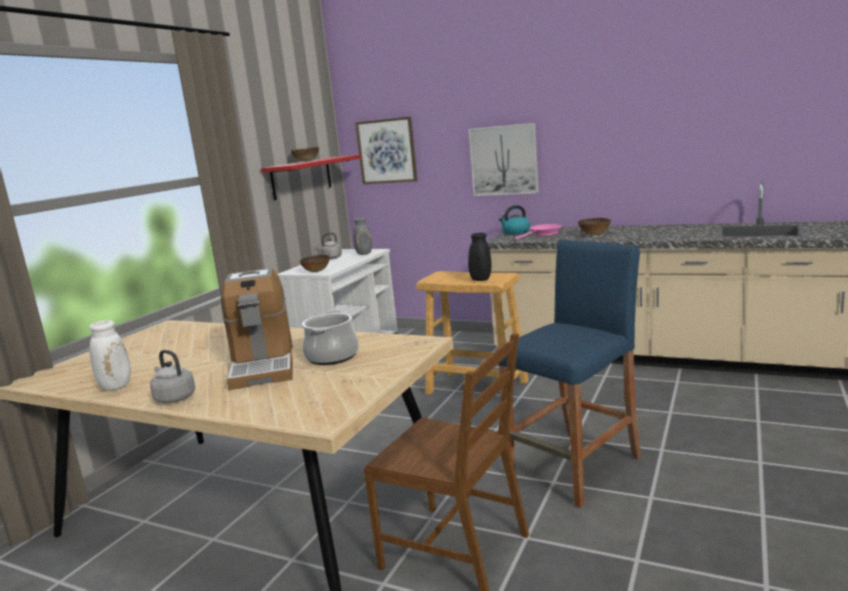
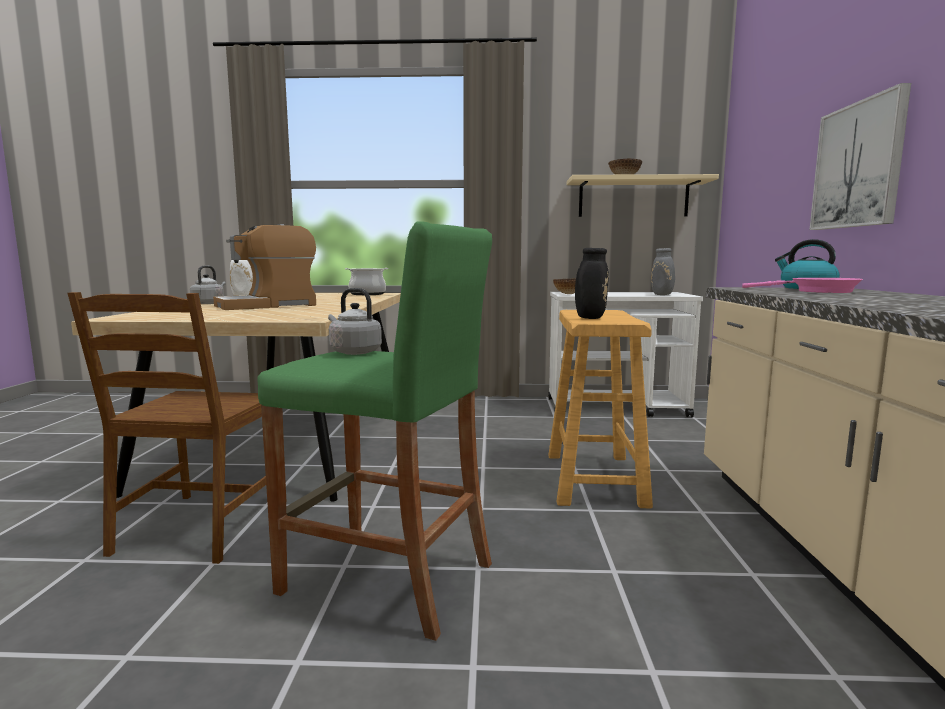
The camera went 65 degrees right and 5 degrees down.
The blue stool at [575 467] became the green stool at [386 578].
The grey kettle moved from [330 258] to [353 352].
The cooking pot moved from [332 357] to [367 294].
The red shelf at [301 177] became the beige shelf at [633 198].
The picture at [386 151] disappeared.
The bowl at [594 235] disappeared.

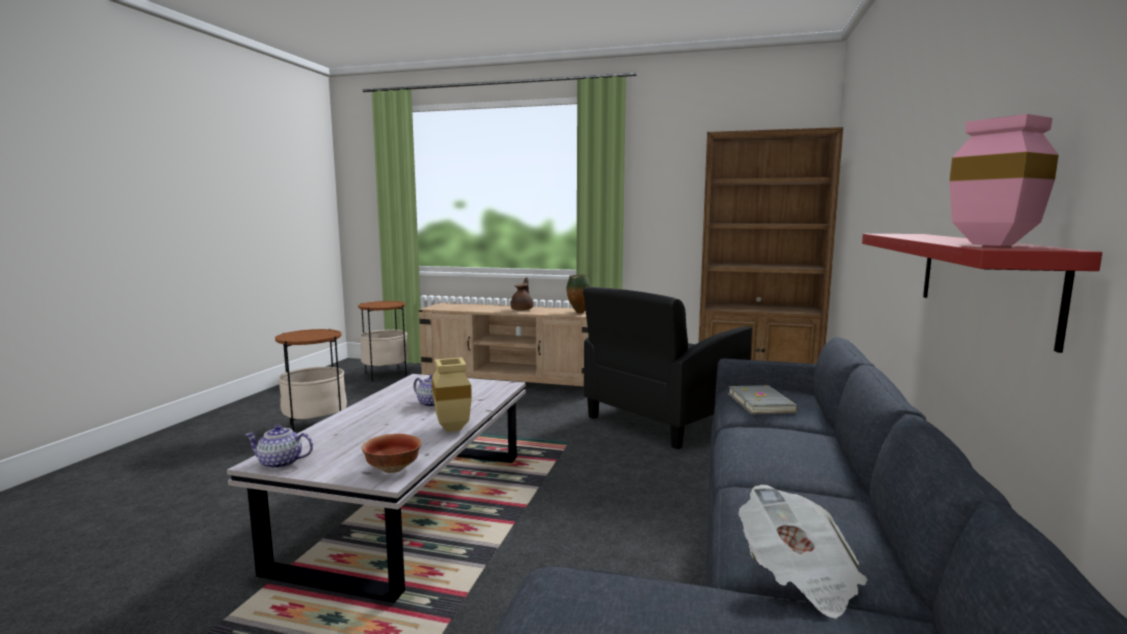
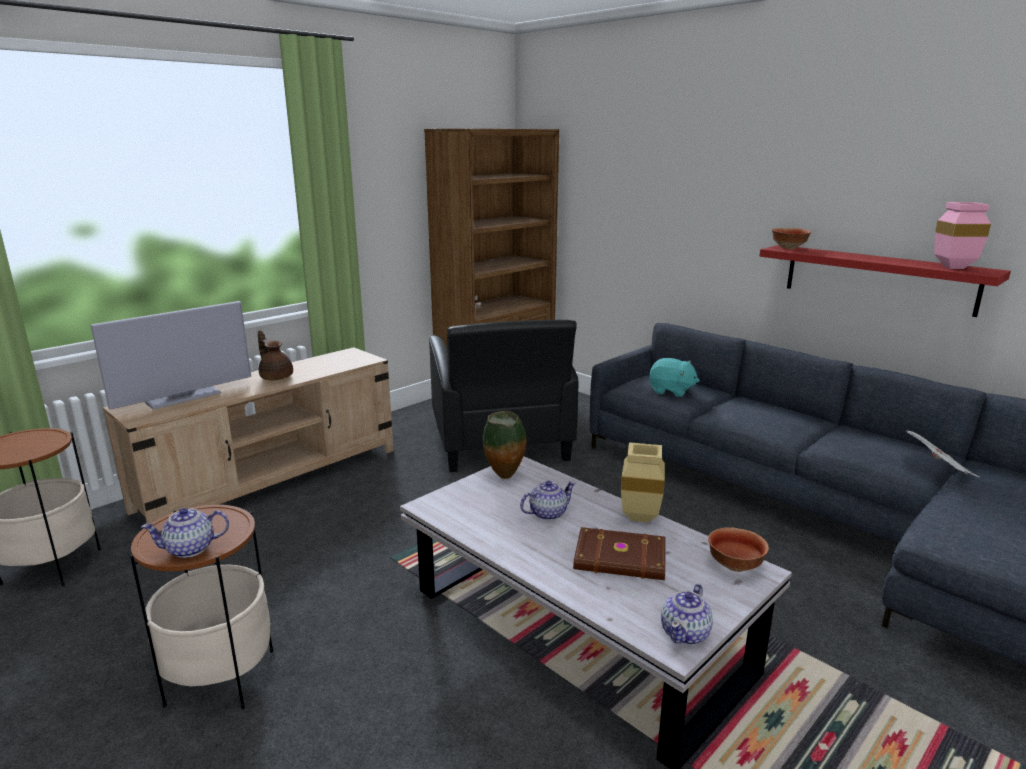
The camera went 60 degrees left and 10 degrees up.
The television at [184 397] appeared.
The teapot at [191 549] appeared.
The vase moved from [578 313] to [505 478].
The brown book at [620 559] appeared.
The grey book at [762 403] was replaced by the turquoise plush toy at [671 391].
The bowl at [789 248] appeared.

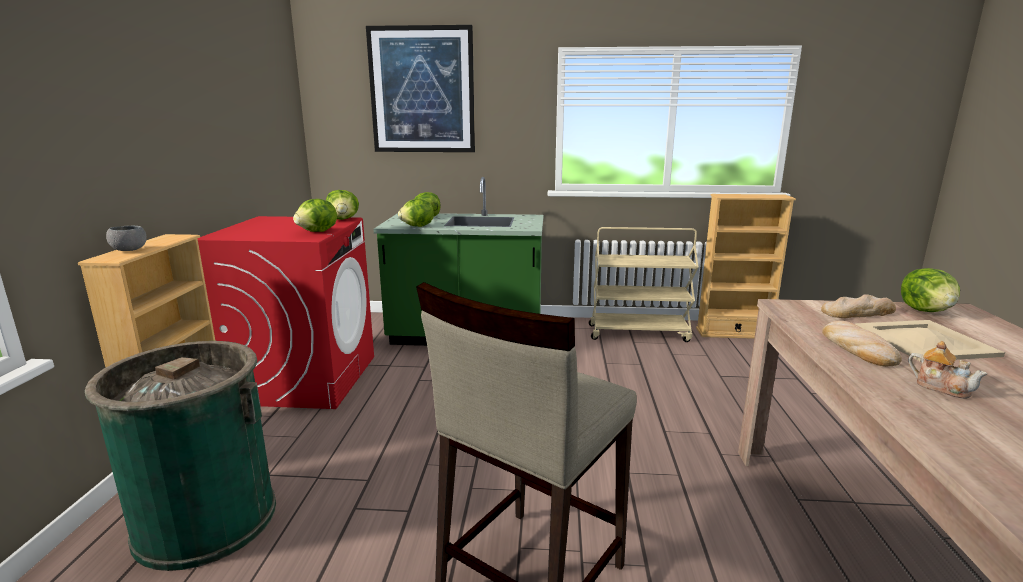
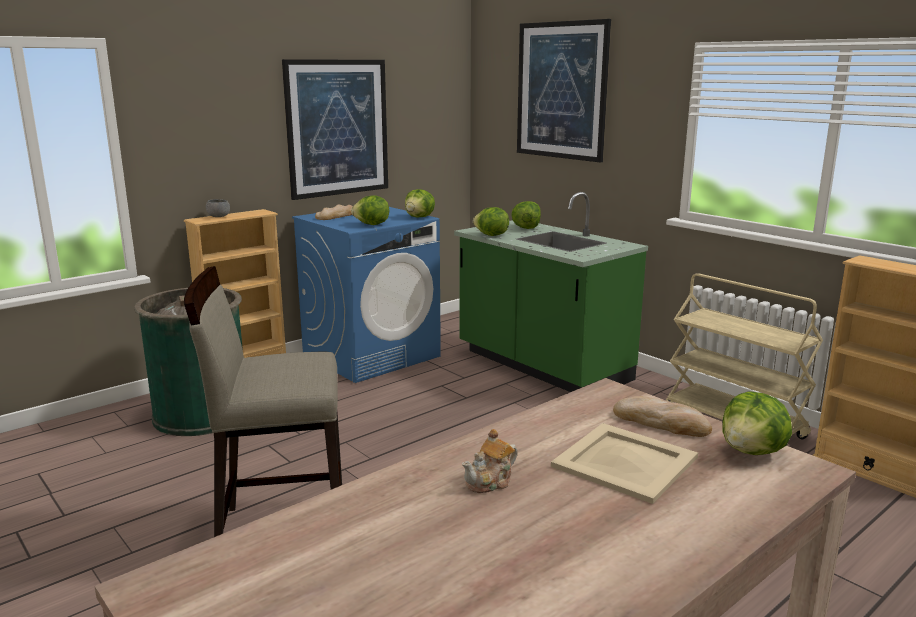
The camera went 45 degrees right and 0 degrees up.
The picture at [337 128] appeared.
The red washing machine at [306 378] became the blue washing machine at [372 355].
The bread moved from [856 348] to [336 216].
The teapot at [941 387] turned 45 degrees clockwise.

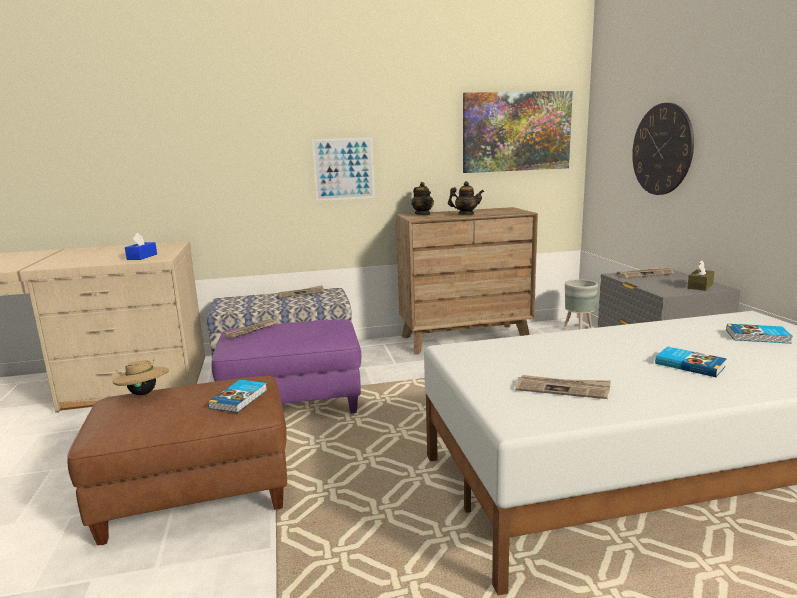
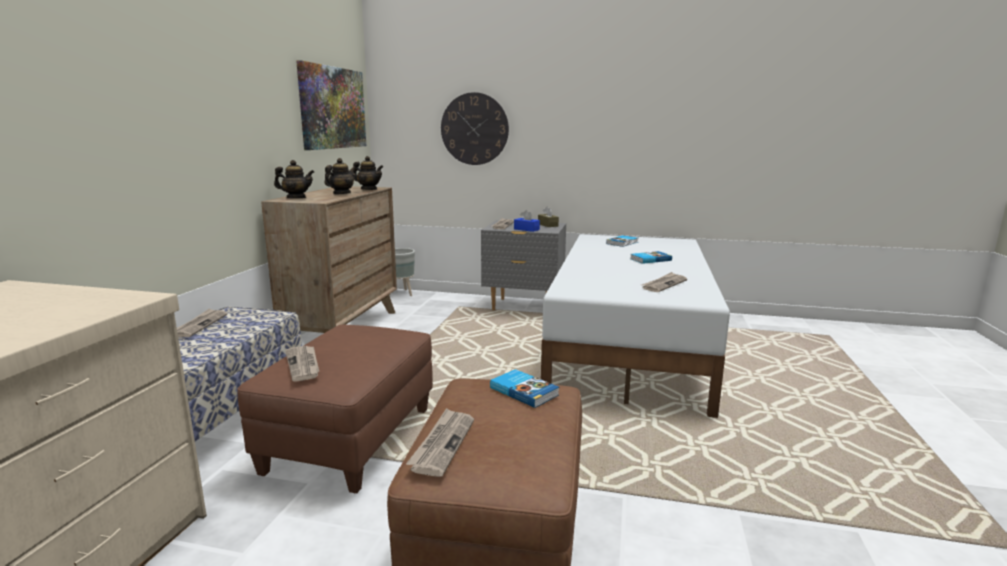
The camera went 65 degrees left and 0 degrees up.
The purple ottoman at [294 402] became the brown ottoman at [350 439].
The teapot at [369 189] appeared.
The beige hat at [144 393] was replaced by the newspaper at [442 444].
The blue tissue box moved from [142 257] to [526 229].
The picture at [344 169] disappeared.

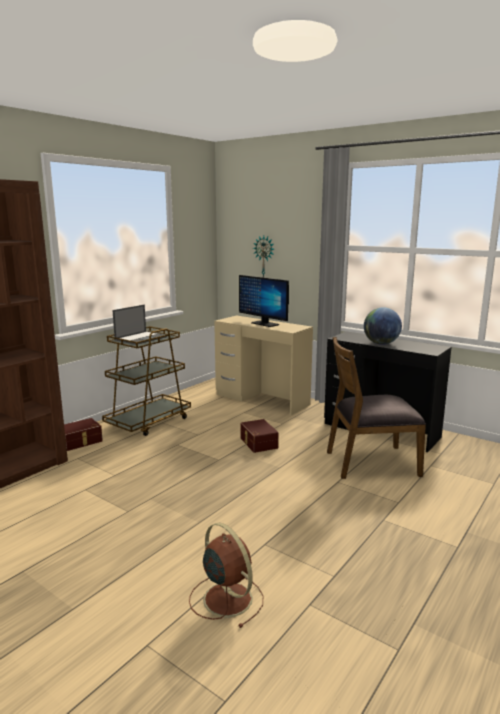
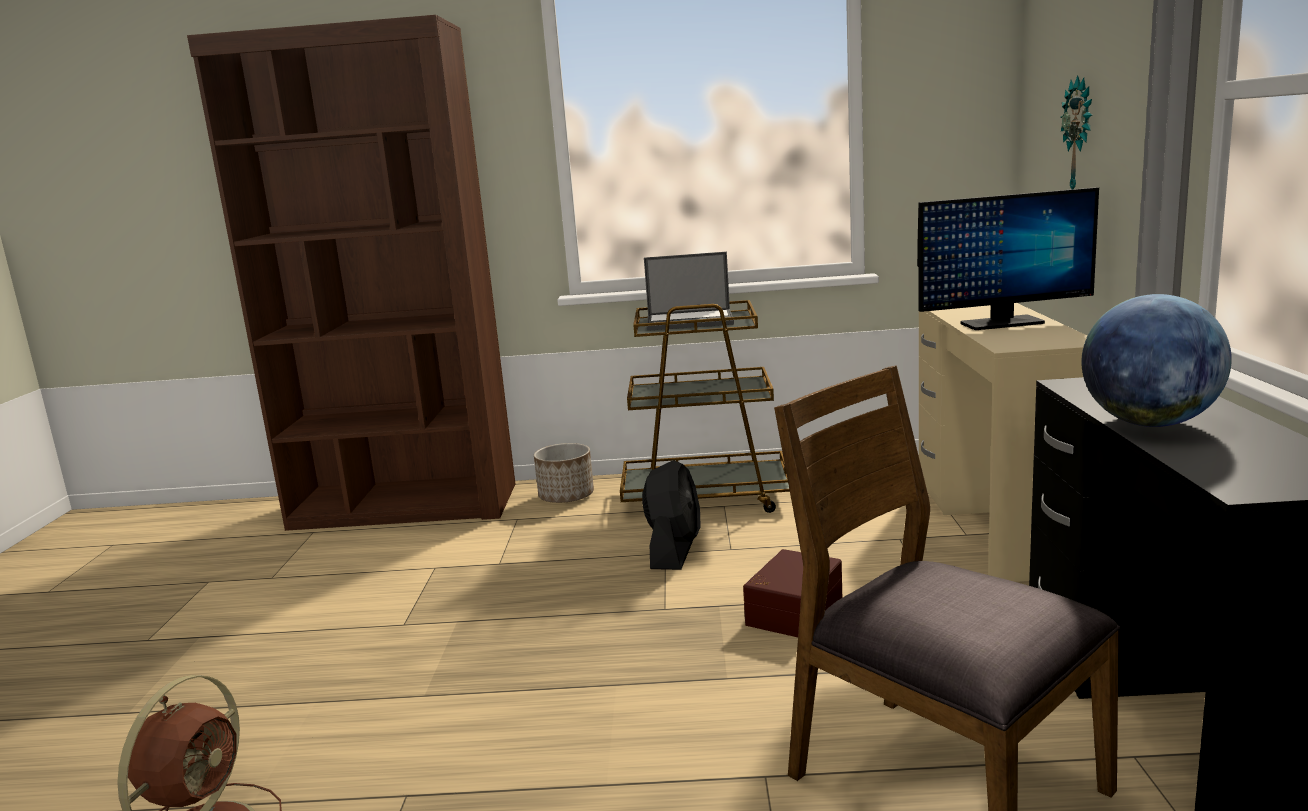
The camera went 55 degrees right and 0 degrees up.
The brown storage box at [80 442] was replaced by the planter at [567 496].
The black fan at [674 550] appeared.
The monitor at [264 324] turned 105 degrees counterclockwise.

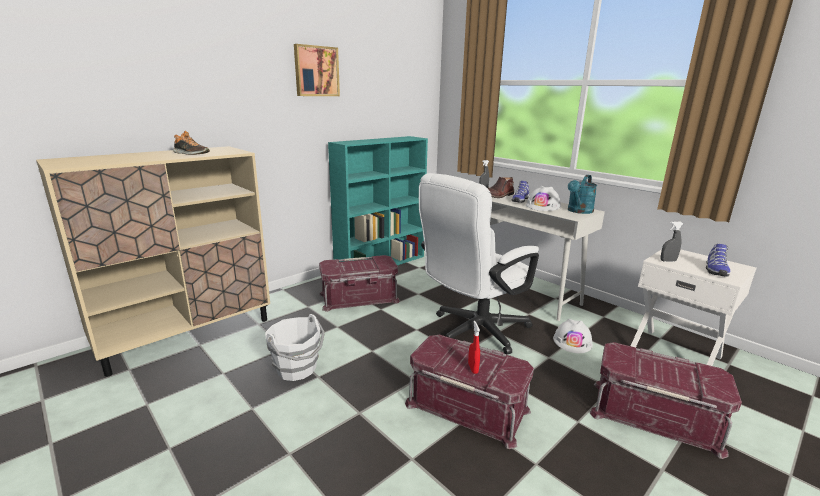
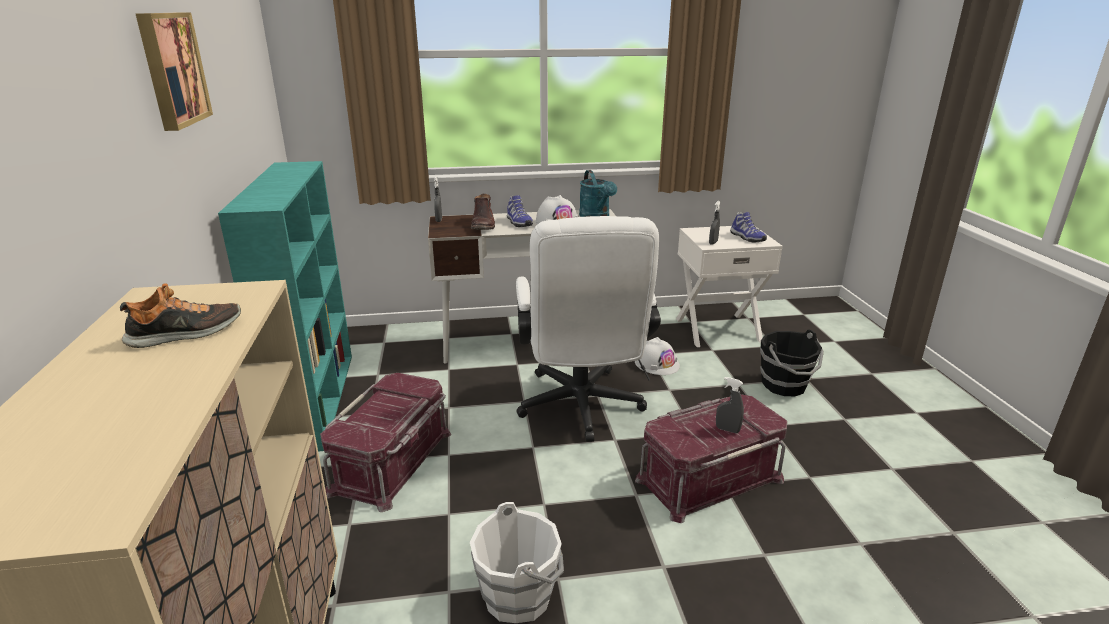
The camera went 55 degrees left and 5 degrees up.
The red spray bottle at [473 368] became the grey spray bottle at [727 430].
The red storage box at [654 415] was replaced by the black bucket at [785 385].

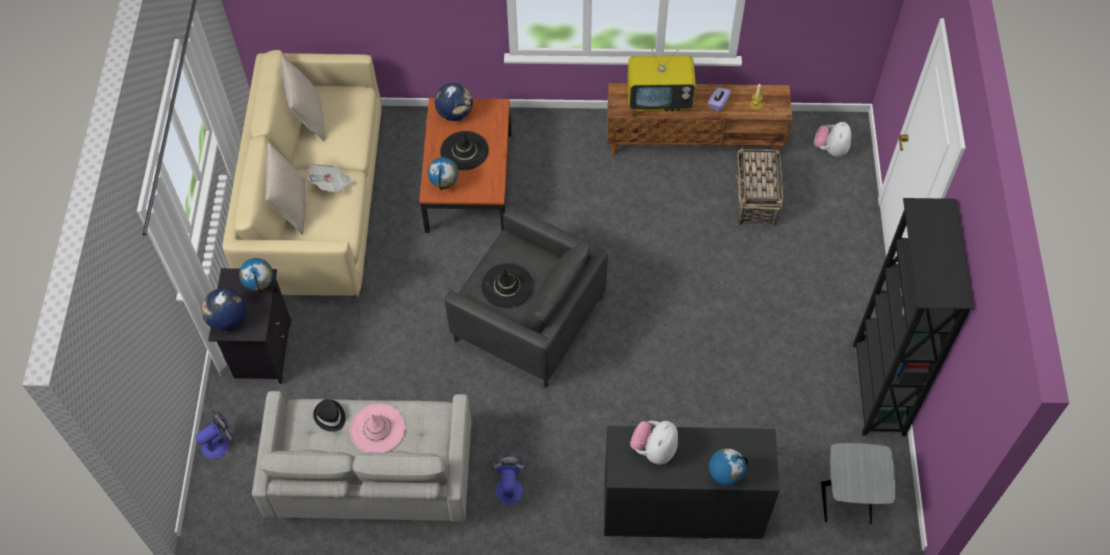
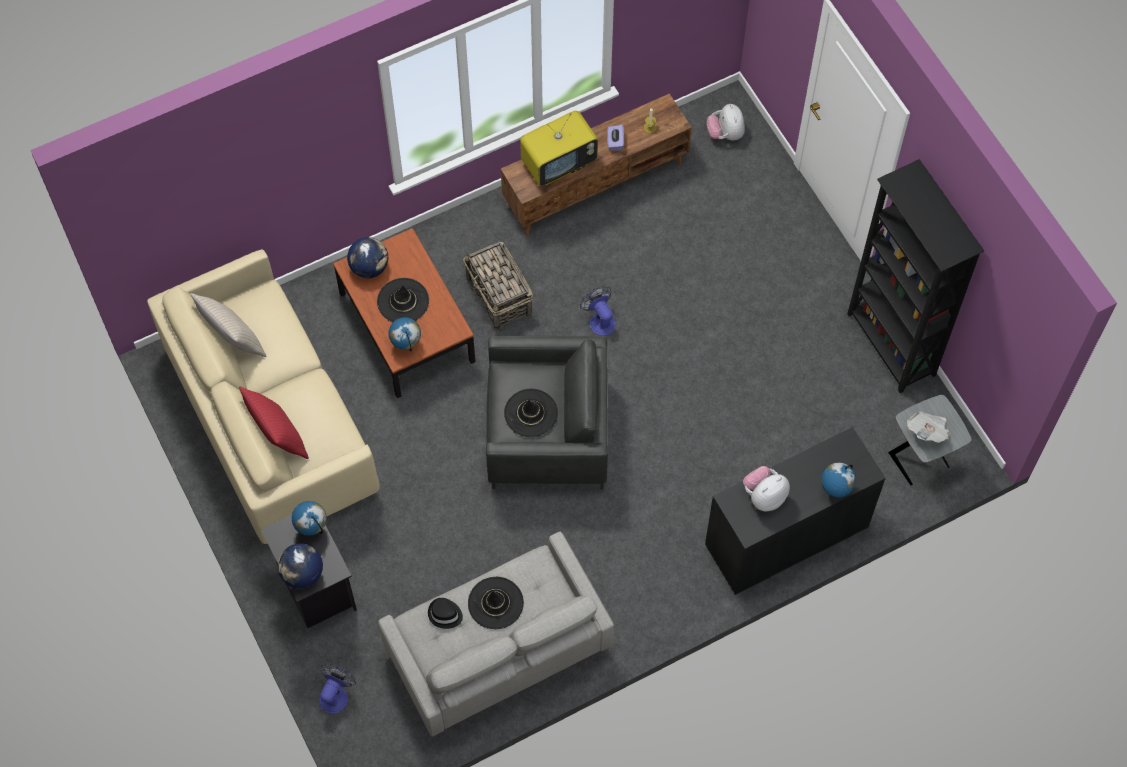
The camera went 30 degrees left and 5 degrees up.
The beige pillow at [291 207] became the red pillow at [278 437].
The basket moved from [755 199] to [499 297].
The pink hat at [377 429] became the black hat at [495 603].
The fan moved from [509 486] to [600 320].
The plush toy at [654 449] turned 60 degrees clockwise.
The newspaper moved from [332 184] to [927 431].

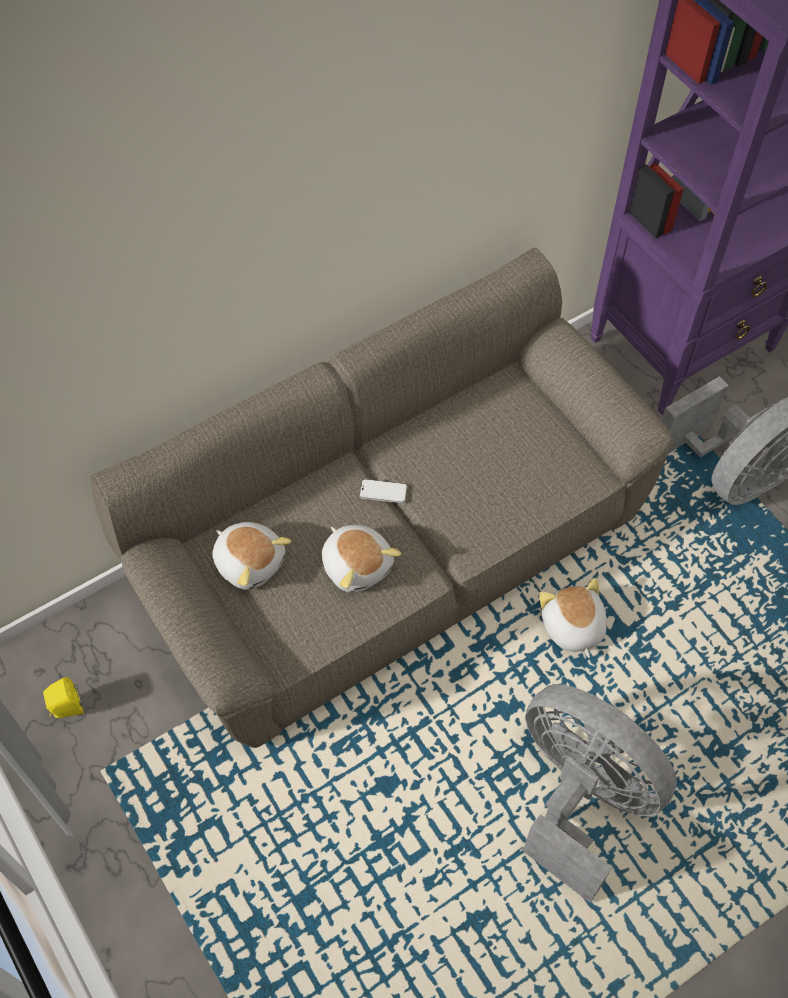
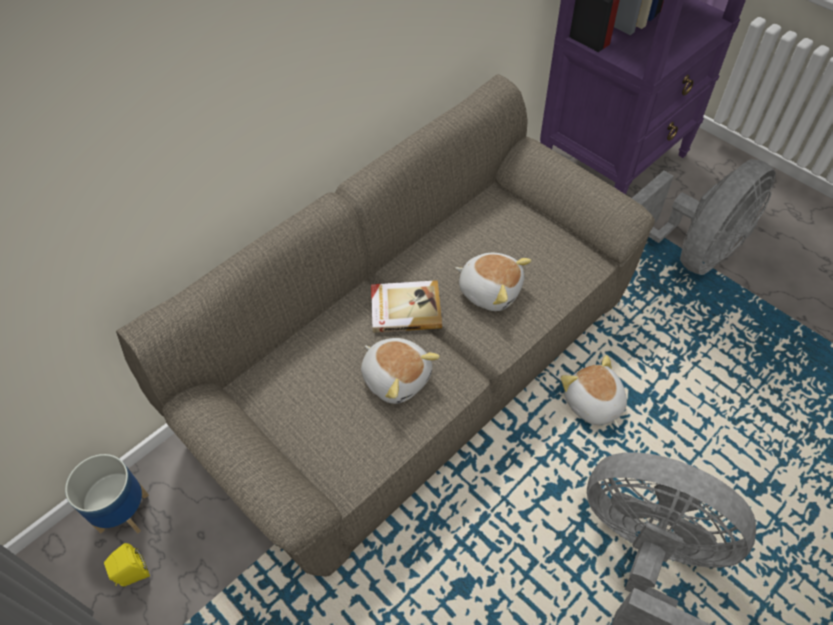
The camera went 10 degrees left and 5 degrees down.
The planter at [124 512] appeared.
The phone at [383 492] was replaced by the book at [405 308].
The plush toy moved from [250 561] to [490 290].

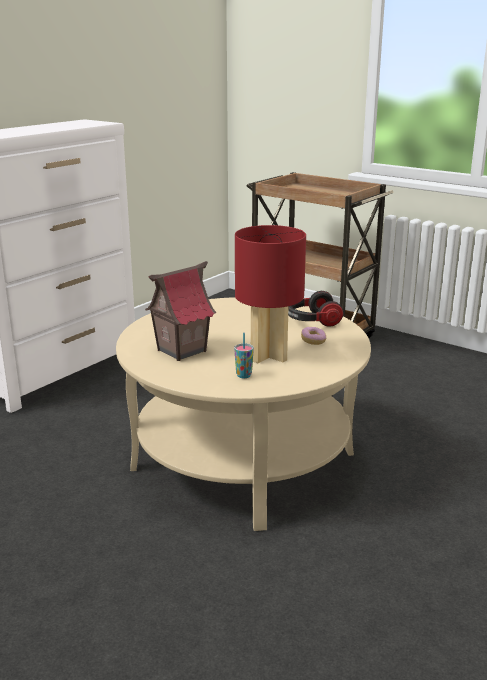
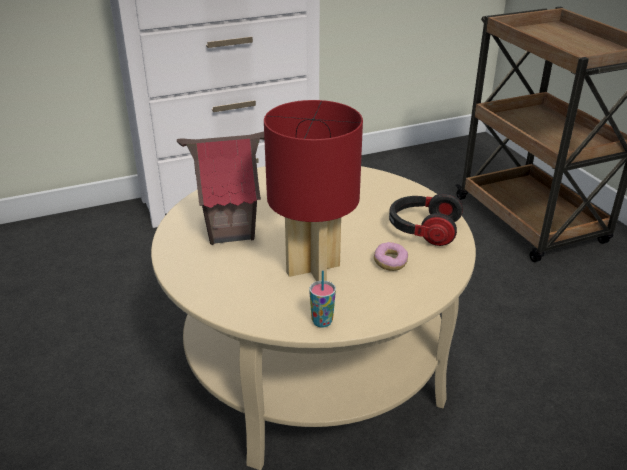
The camera went 30 degrees right and 10 degrees up.
The cup moved from [243 375] to [322 322].

